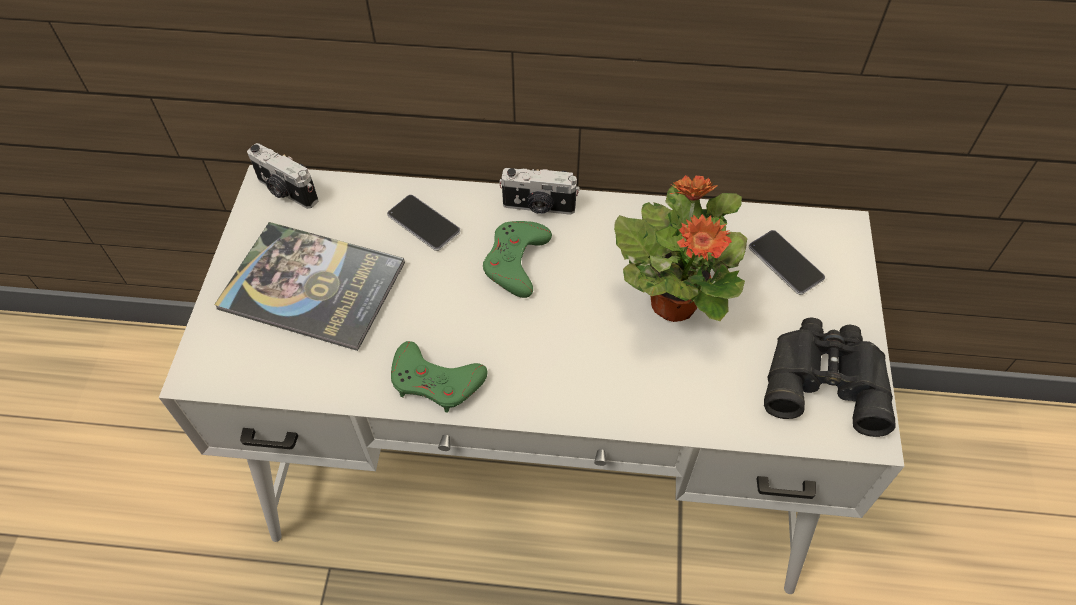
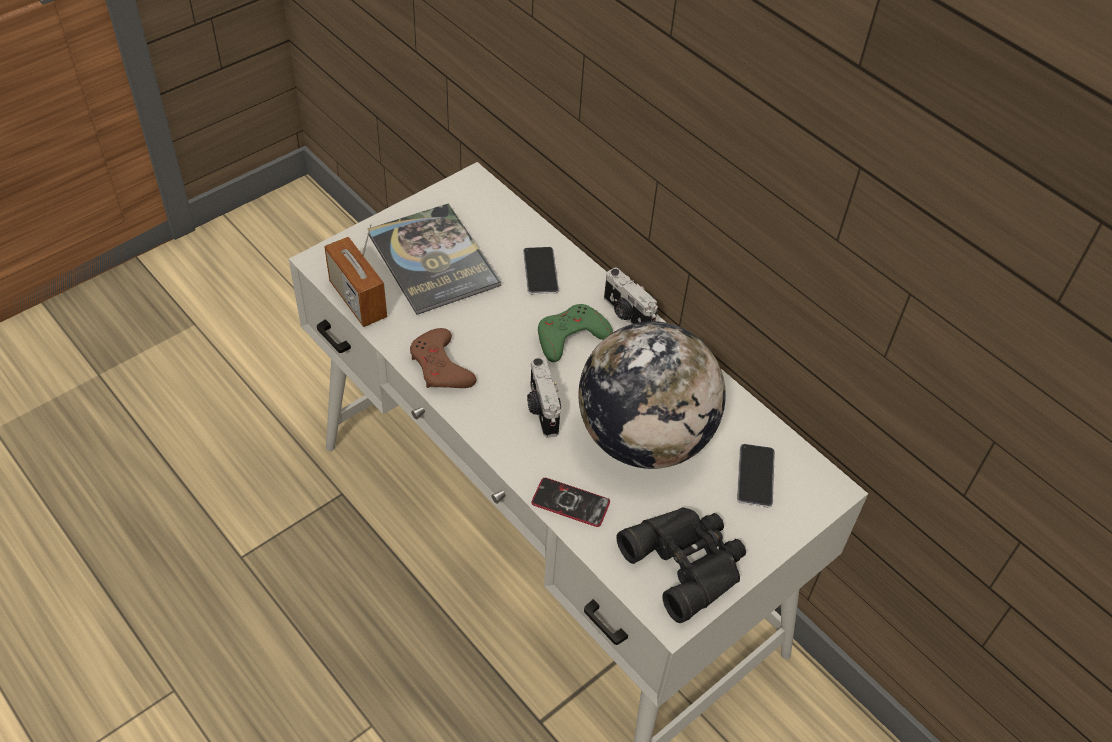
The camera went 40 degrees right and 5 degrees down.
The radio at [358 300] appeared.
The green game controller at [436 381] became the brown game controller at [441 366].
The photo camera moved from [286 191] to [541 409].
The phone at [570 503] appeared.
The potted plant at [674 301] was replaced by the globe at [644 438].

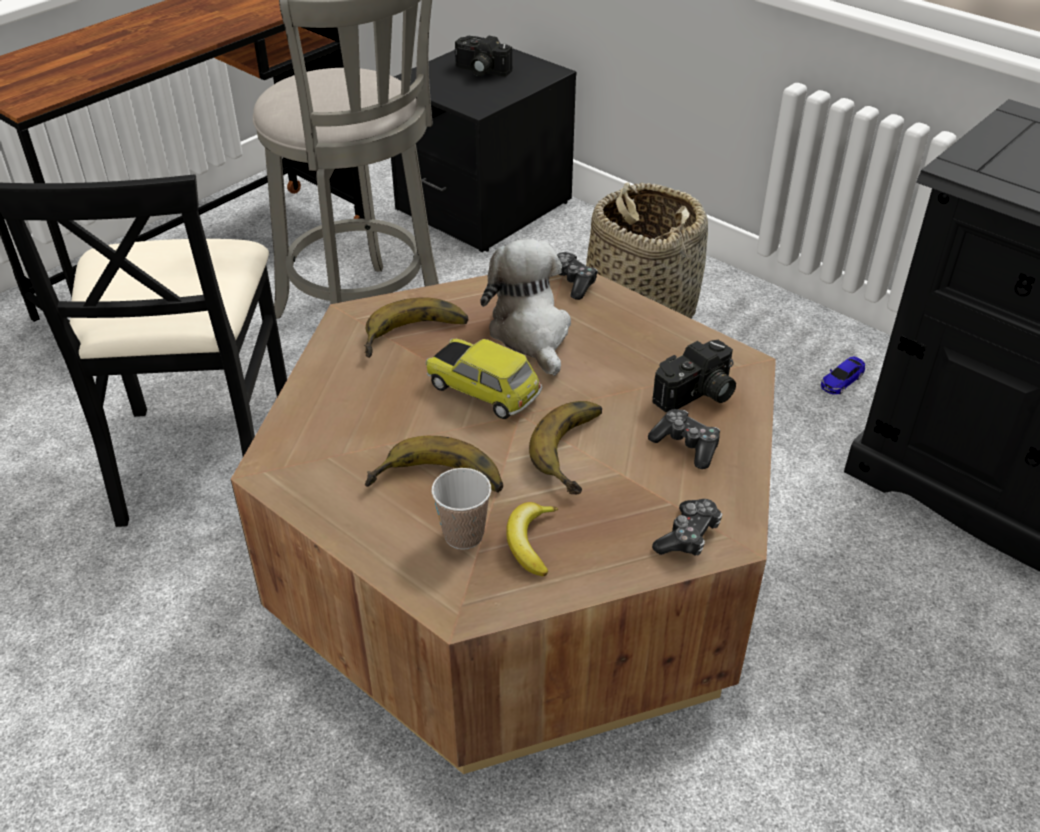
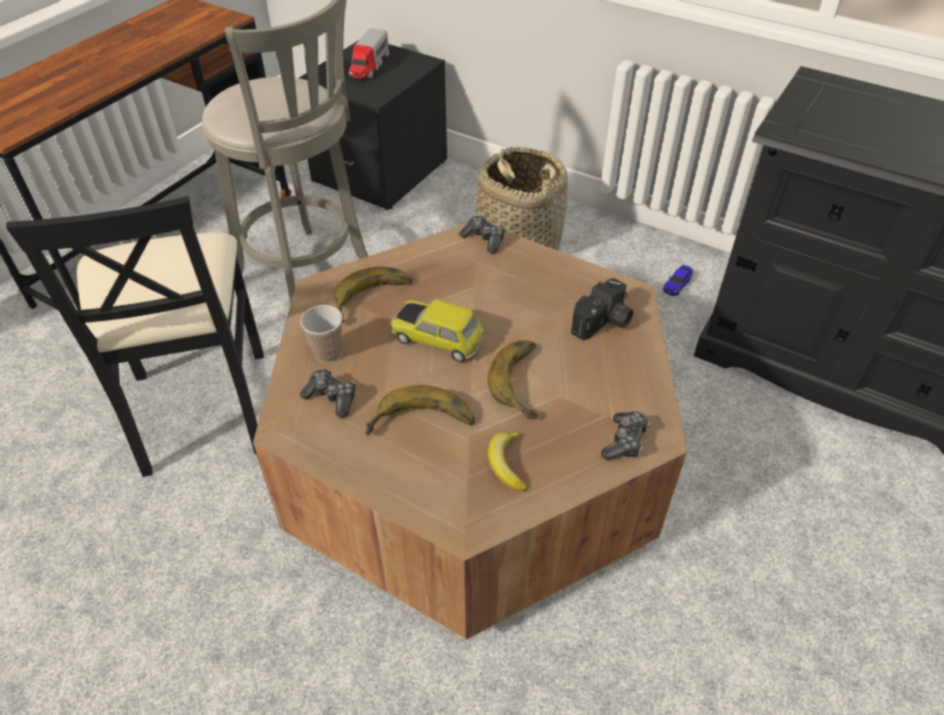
The camera went 10 degrees left and 5 degrees up.
The cup moved from [463 535] to [327 352].
The game controller moved from [686 445] to [332 398].
The photo camera at [480 71] was replaced by the toy truck at [369 66].
The plush toy at [531 334] disappeared.

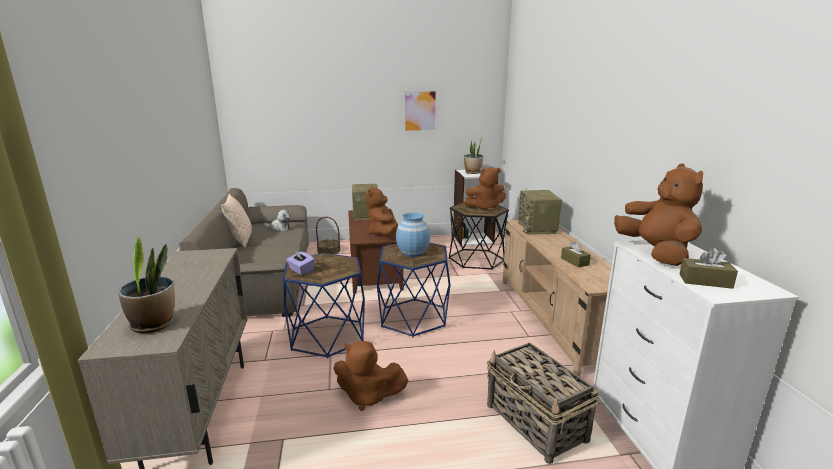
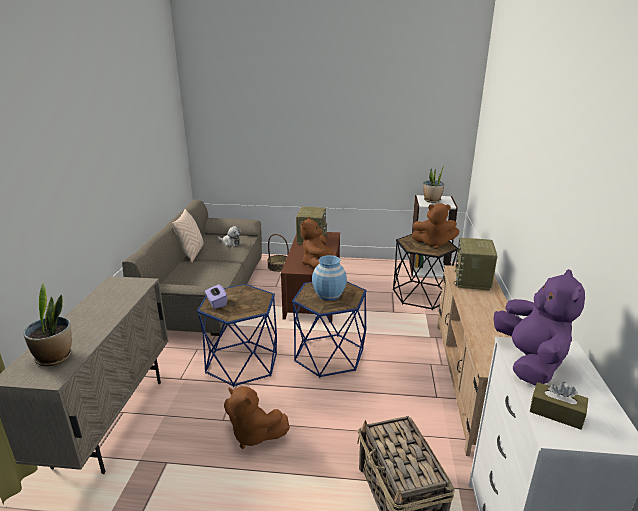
The camera went 15 degrees right and 5 degrees up.
The brown plush toy at [655 253] became the purple plush toy at [529 361].
The picture at [420 111] disappeared.
The brown tissue box at [574 261] disappeared.

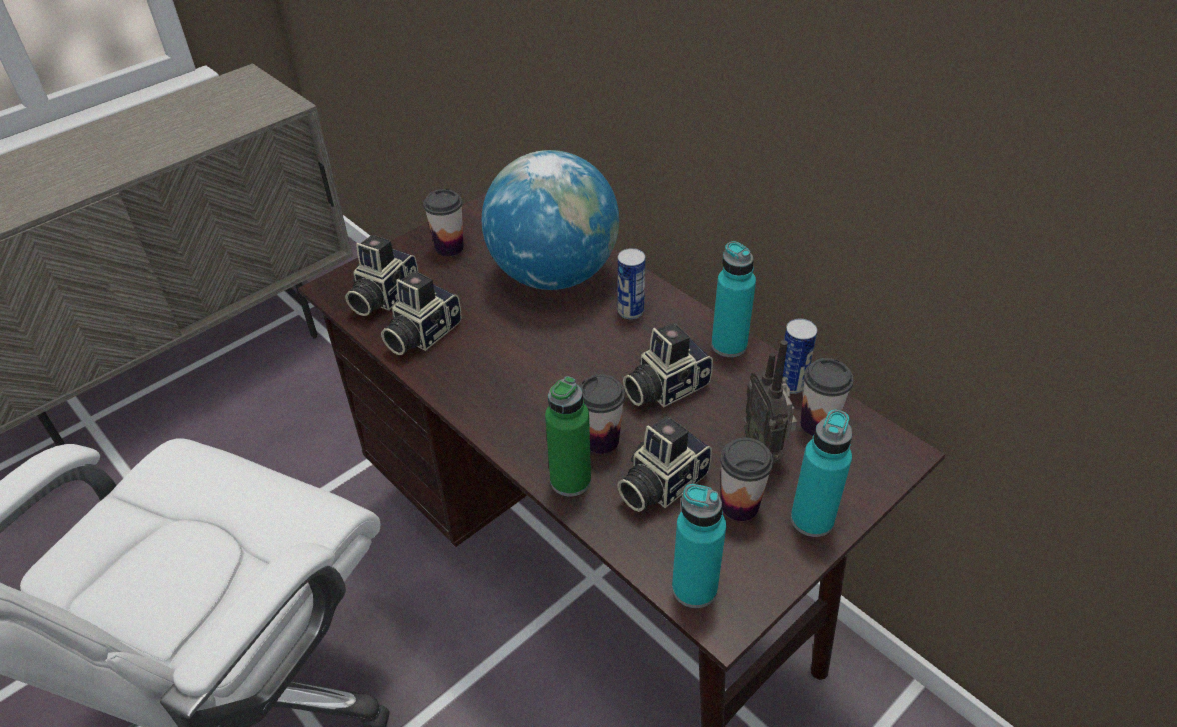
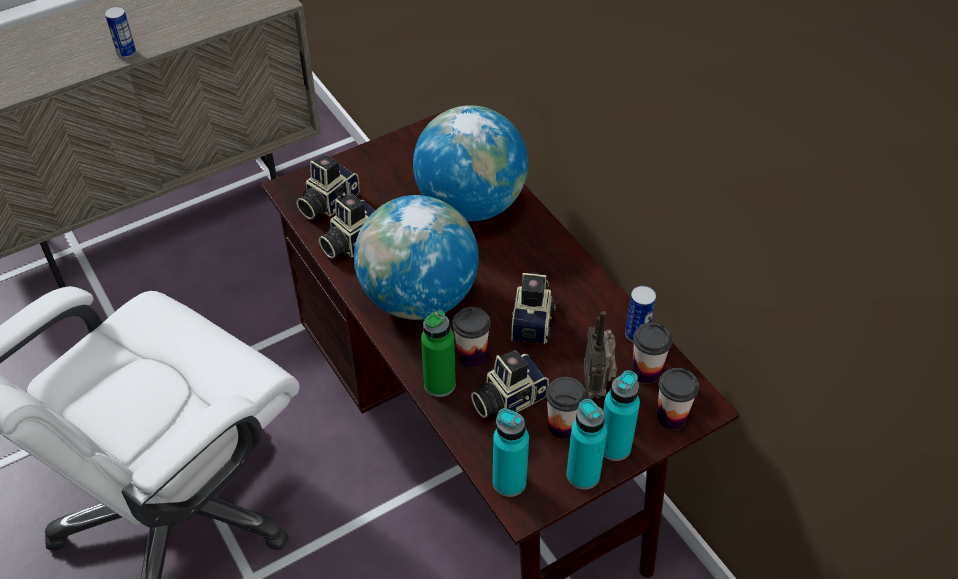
The camera went 10 degrees right and 5 degrees up.
The can moved from [630 311] to [126 53].
The globe at [418 298] appeared.
The photo camera at [664 387] turned 120 degrees clockwise.
The turquoise bottle moved from [729 345] to [583 475].
The cup moved from [449 247] to [671 417].

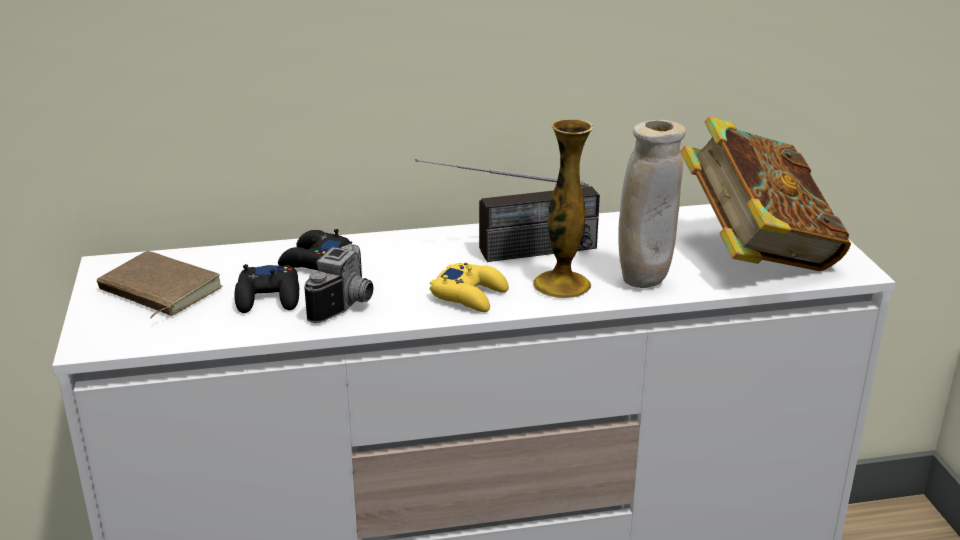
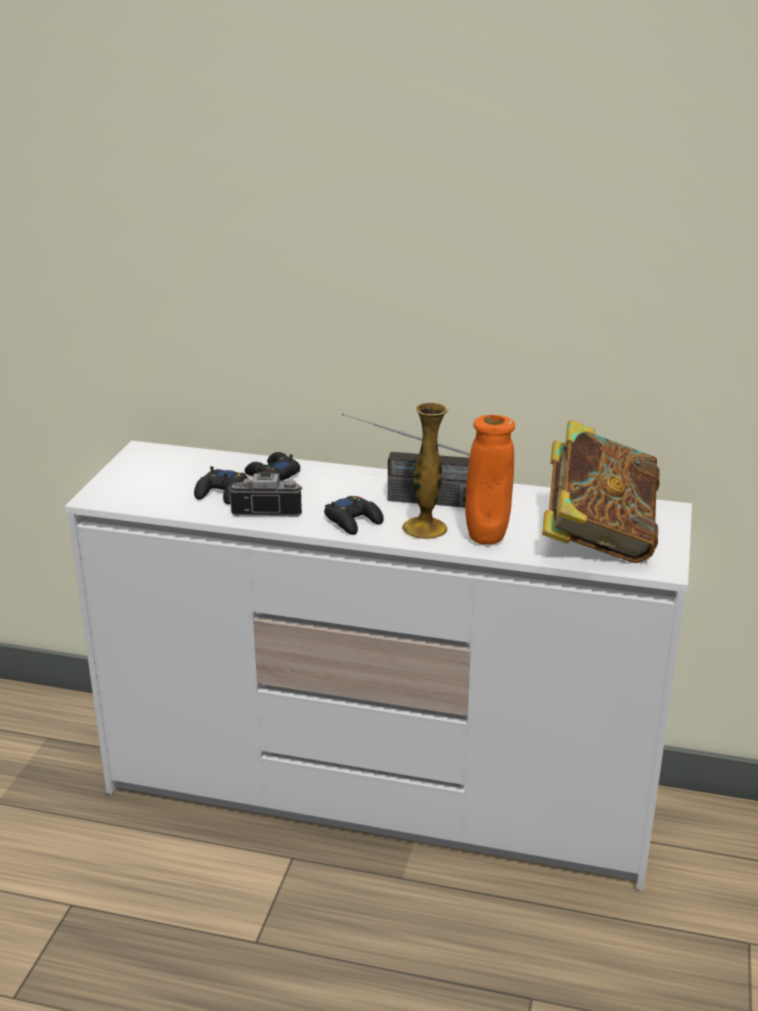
The camera went 25 degrees right and 0 degrees up.
The photo camera at [348 304] turned 135 degrees counterclockwise.
The yellow game controller at [470 295] became the black game controller at [353 521].
The beige vase at [643 281] became the orange vase at [486 539].
The brown book at [157 291] disappeared.

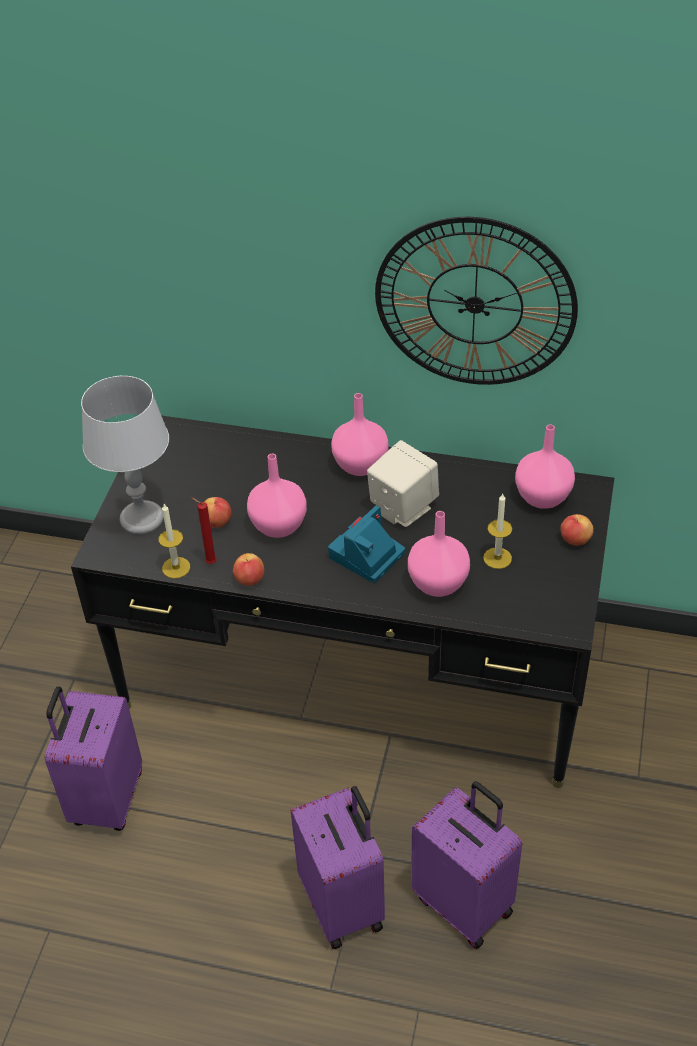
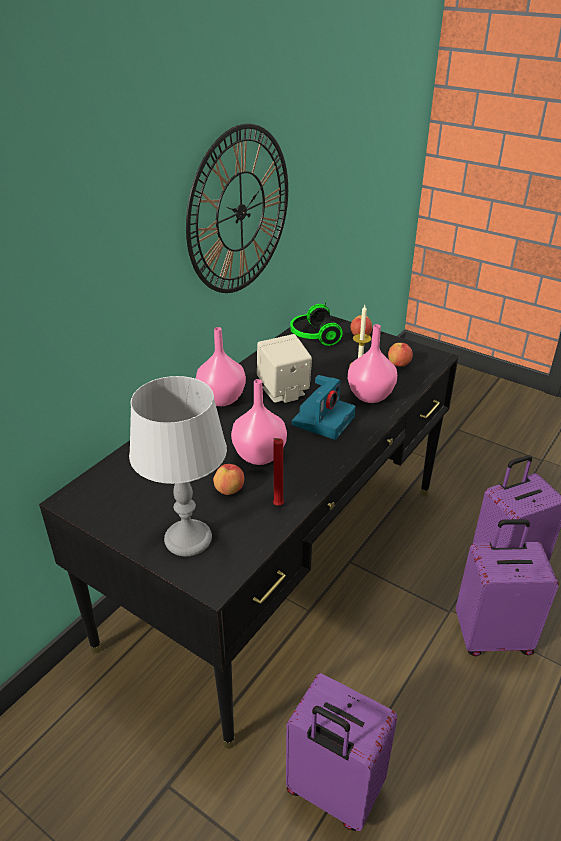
The camera went 70 degrees left and 10 degrees down.
The pink vase at [542 496] was replaced by the headphones at [313 336].
The photo camera at [366 556] turned 120 degrees counterclockwise.
The apple moved from [250 579] to [399 364].
The candle at [176 567] disappeared.

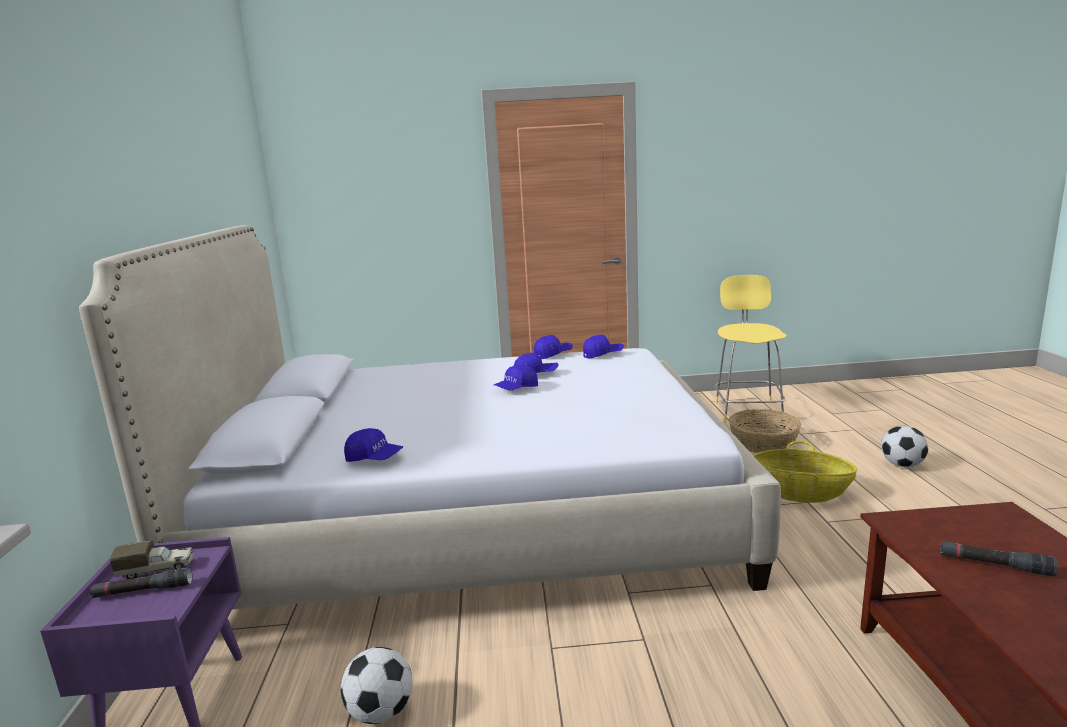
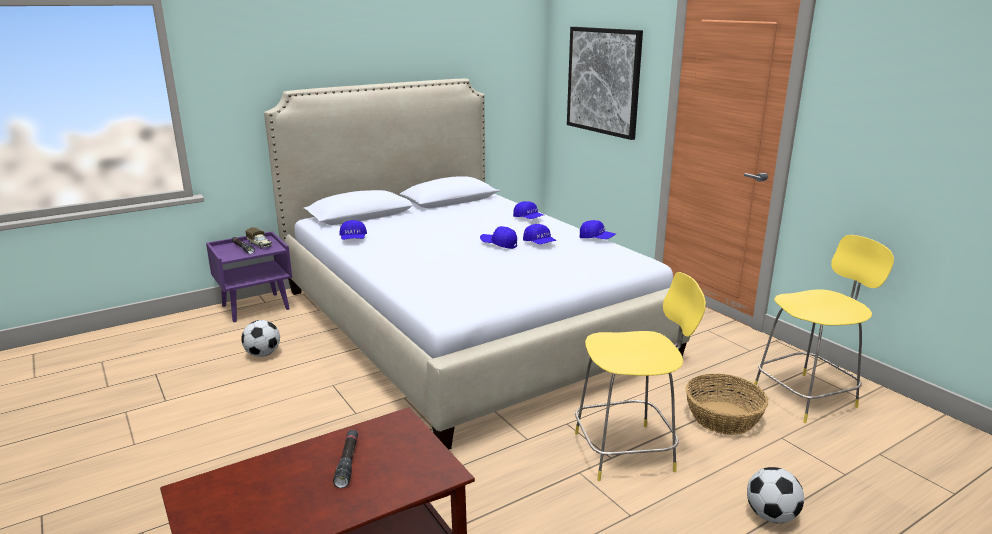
The camera went 60 degrees right and 5 degrees up.
The blue cap moved from [603 355] to [528 218].
The picture at [603 81] appeared.
The basket at [799 492] was replaced by the yellow stool at [627 451].

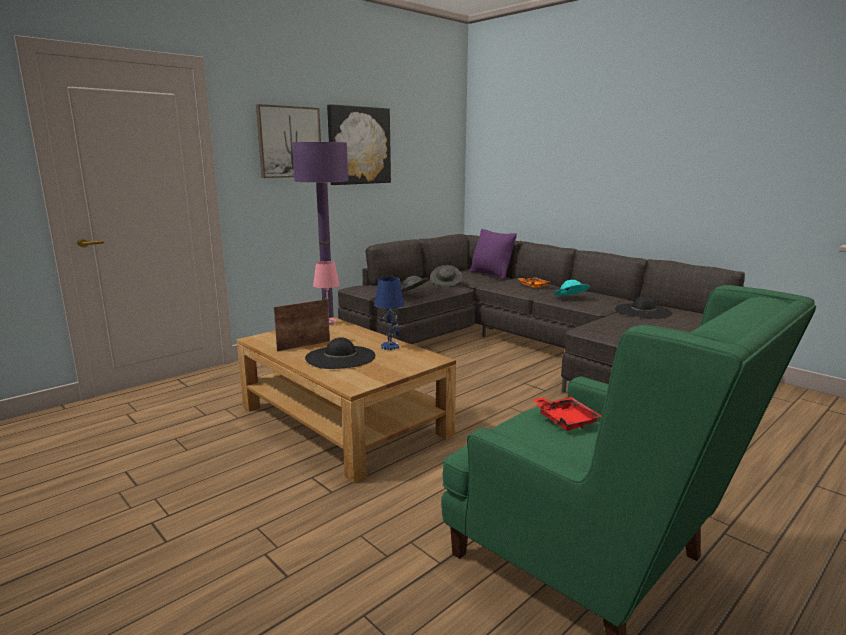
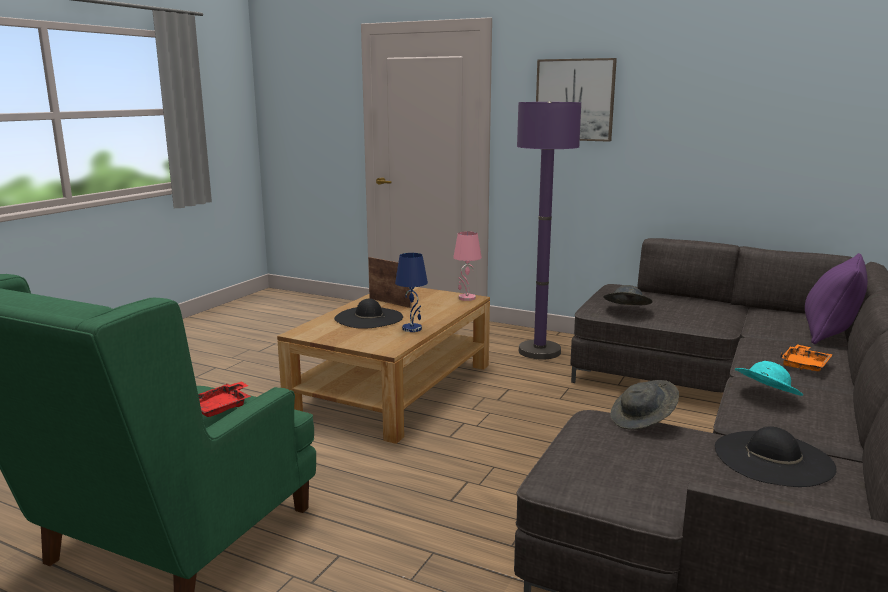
The camera went 70 degrees right and 0 degrees up.
The grey hat moved from [446 283] to [643 420].
The picture at [359 145] disappeared.

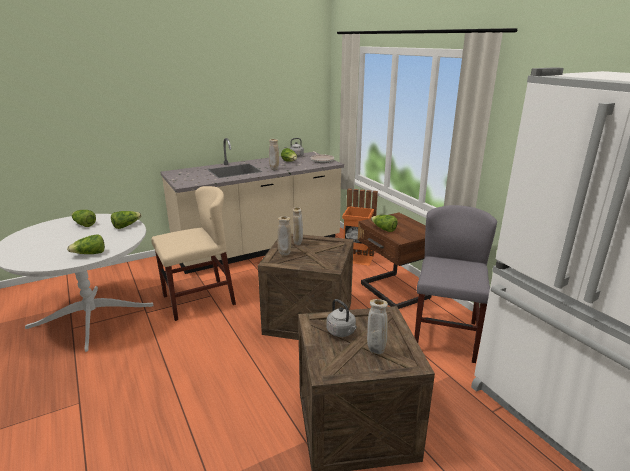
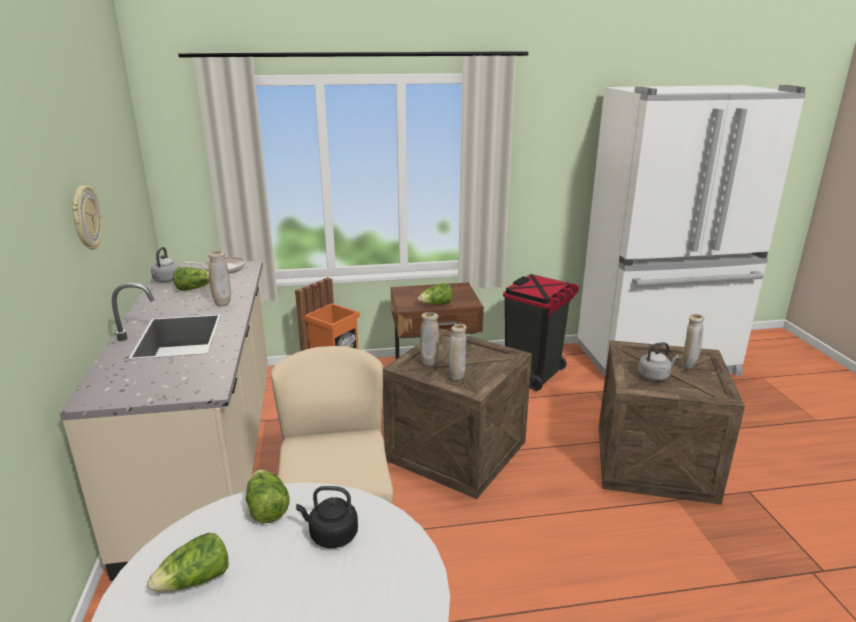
The camera went 70 degrees left and 0 degrees up.
The wall clock at [85 218] appeared.
The black kettle at [331 535] appeared.
The grey chair at [445 336] was replaced by the black trash can at [533 375].
The lettuce at [90 254] disappeared.

